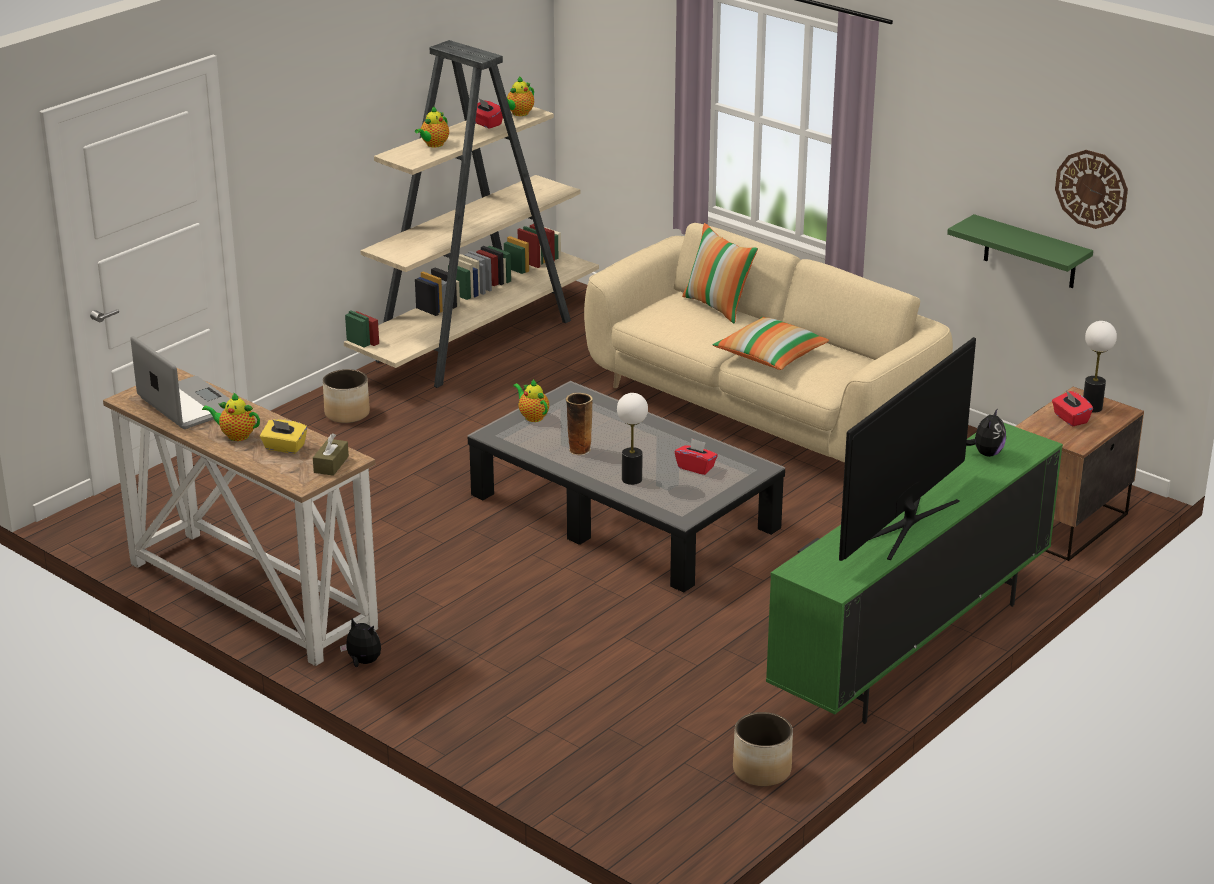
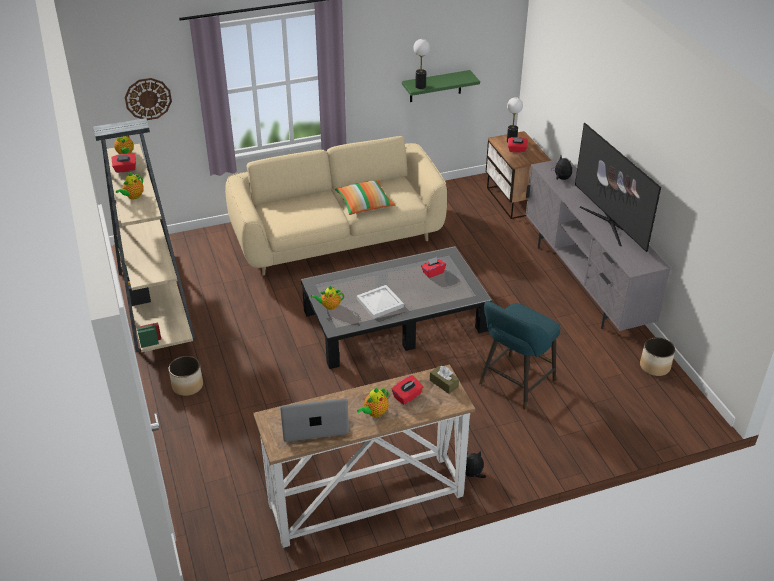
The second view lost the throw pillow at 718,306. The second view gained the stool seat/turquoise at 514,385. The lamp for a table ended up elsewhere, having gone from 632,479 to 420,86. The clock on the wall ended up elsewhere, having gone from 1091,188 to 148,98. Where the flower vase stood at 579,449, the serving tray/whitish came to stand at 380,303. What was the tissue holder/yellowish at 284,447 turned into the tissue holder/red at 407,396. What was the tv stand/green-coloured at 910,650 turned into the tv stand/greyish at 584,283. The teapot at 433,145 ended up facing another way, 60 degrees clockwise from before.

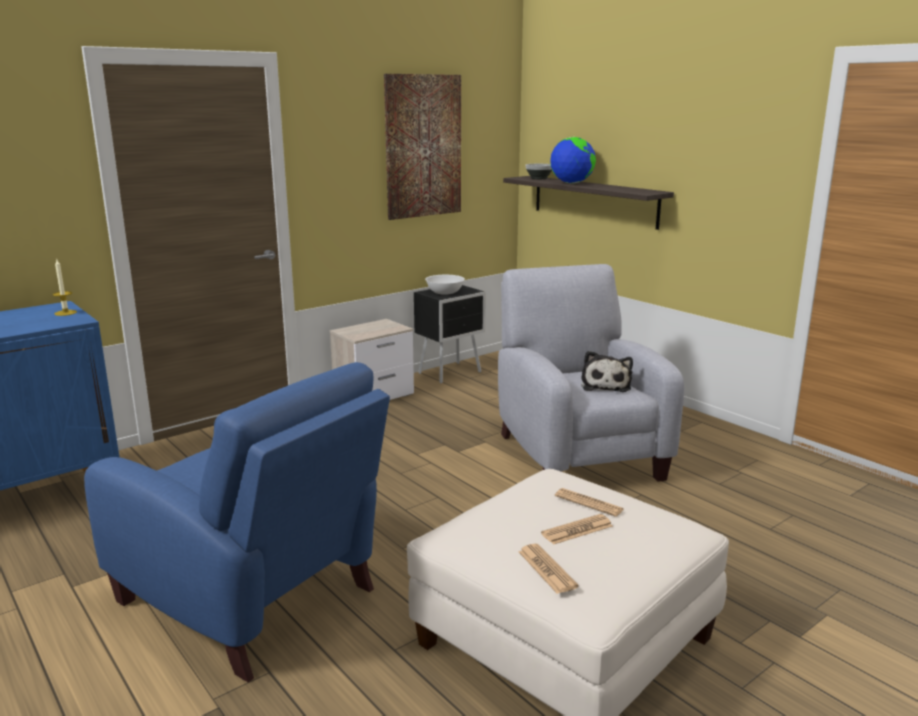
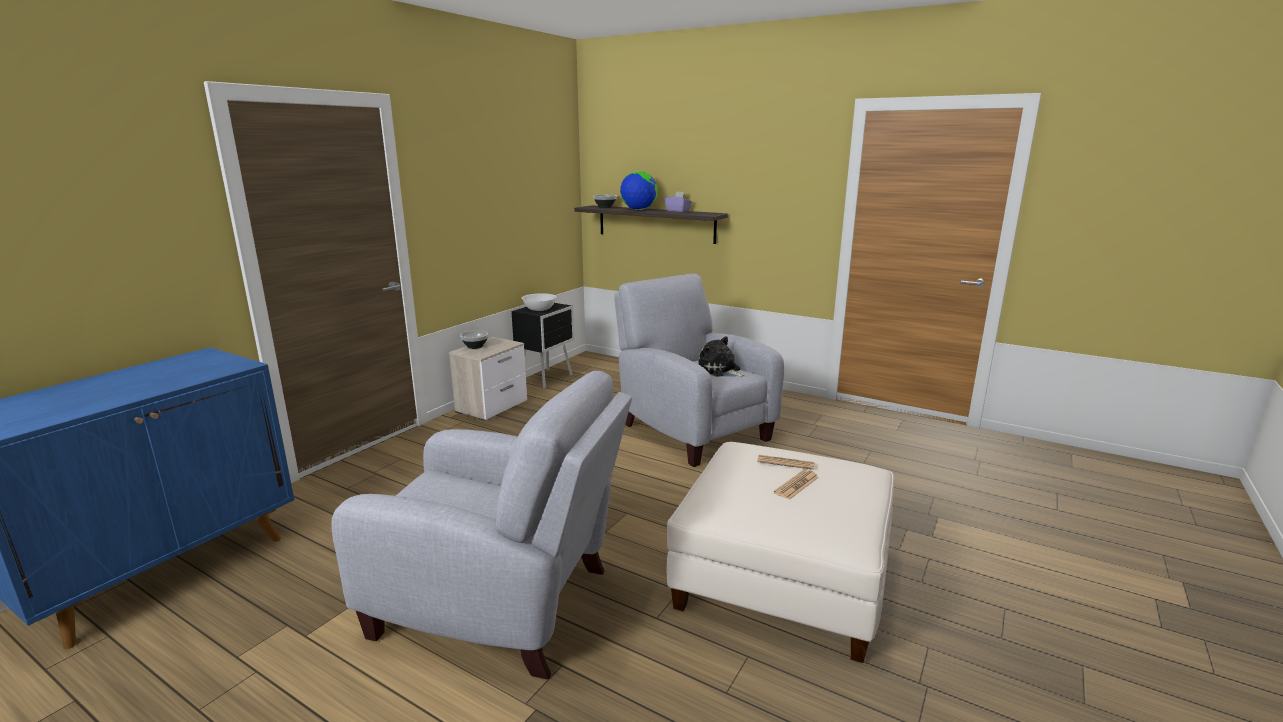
The second view lost the candle at 65,313. The second view lost the wall art at 423,146. The second view lost the printed paper at 547,569. The second view gained the deep dish at 475,346. The second view gained the tissue holder/purple-coloured at 678,211. What was the armchair/blue-coloured at 252,599 turned into the armchair/greyish at 501,604. The soft toy at 605,385 ended up facing another way, 150 degrees clockwise from before.

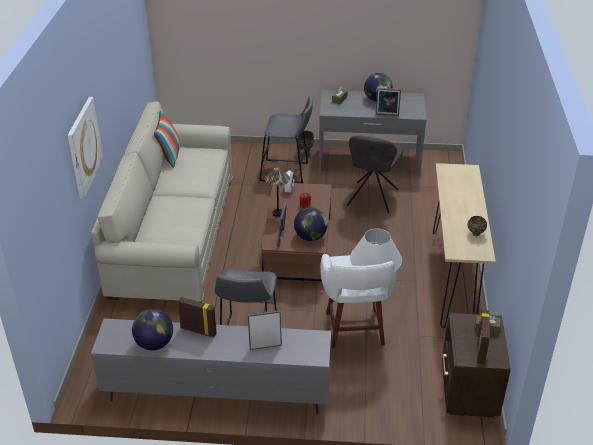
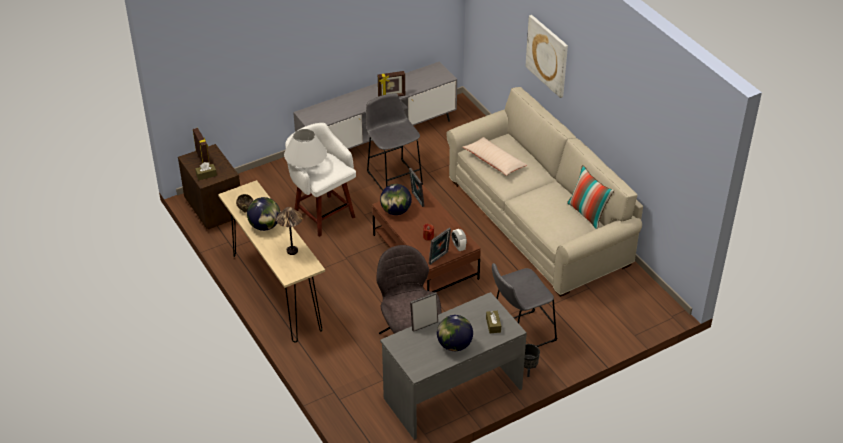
The second view gained the throw pillow/beige-coloured at 494,161. The desk globe ended up elsewhere, having gone from 154,343 to 265,226. The standing frame ended up elsewhere, having gone from 265,345 to 439,258. The lamp for a table ended up elsewhere, having gone from 277,213 to 292,251.

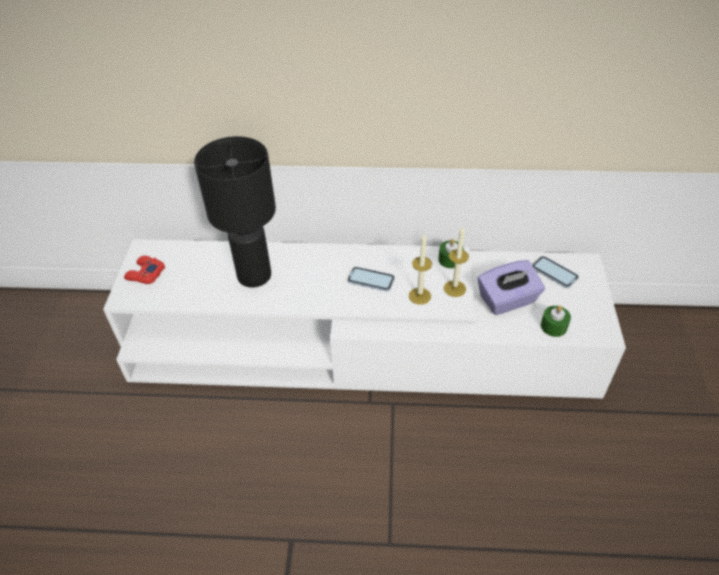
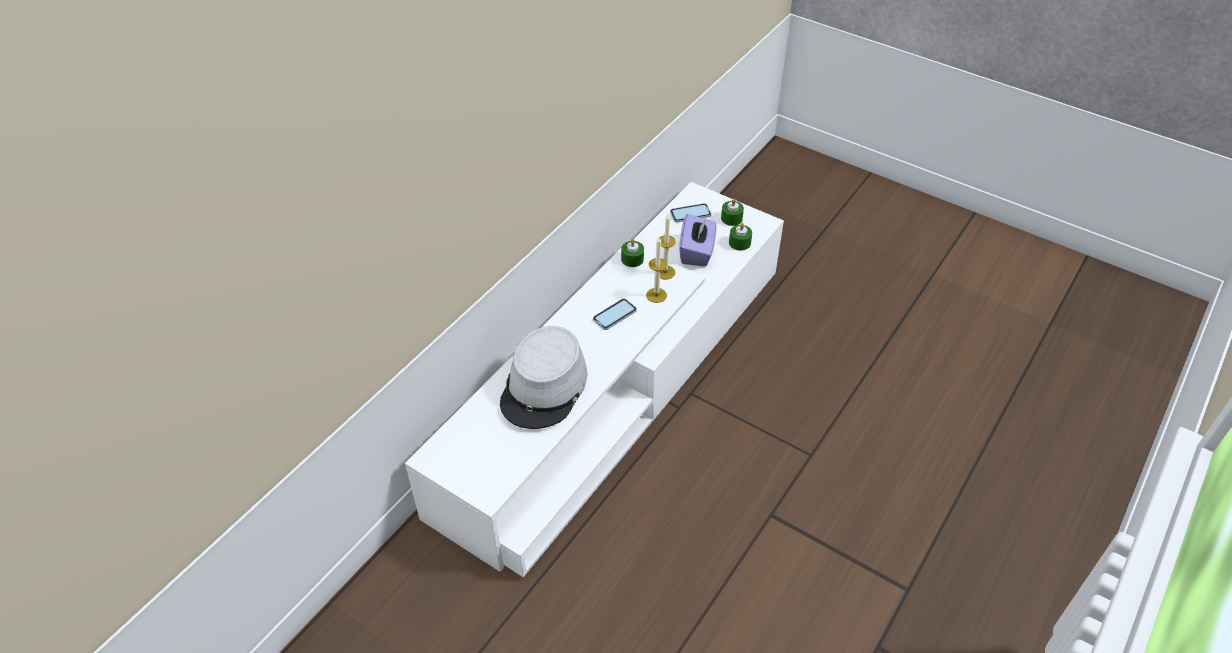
The second view lost the game controller/red at 145,274. The second view gained the candle/green-coloured at 731,218. Where the lamp for a table/blackish stood at 255,276, the hat/greyish came to stand at 544,387.

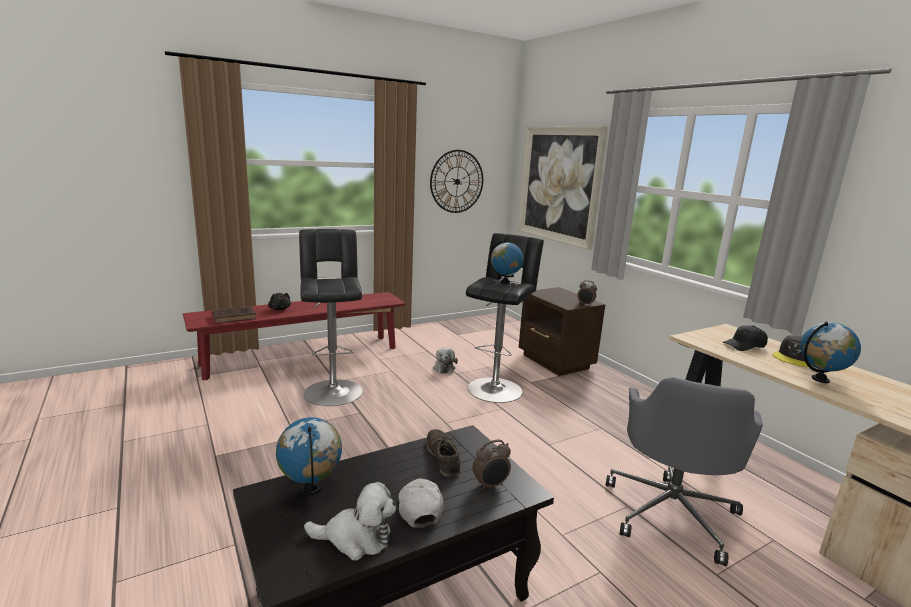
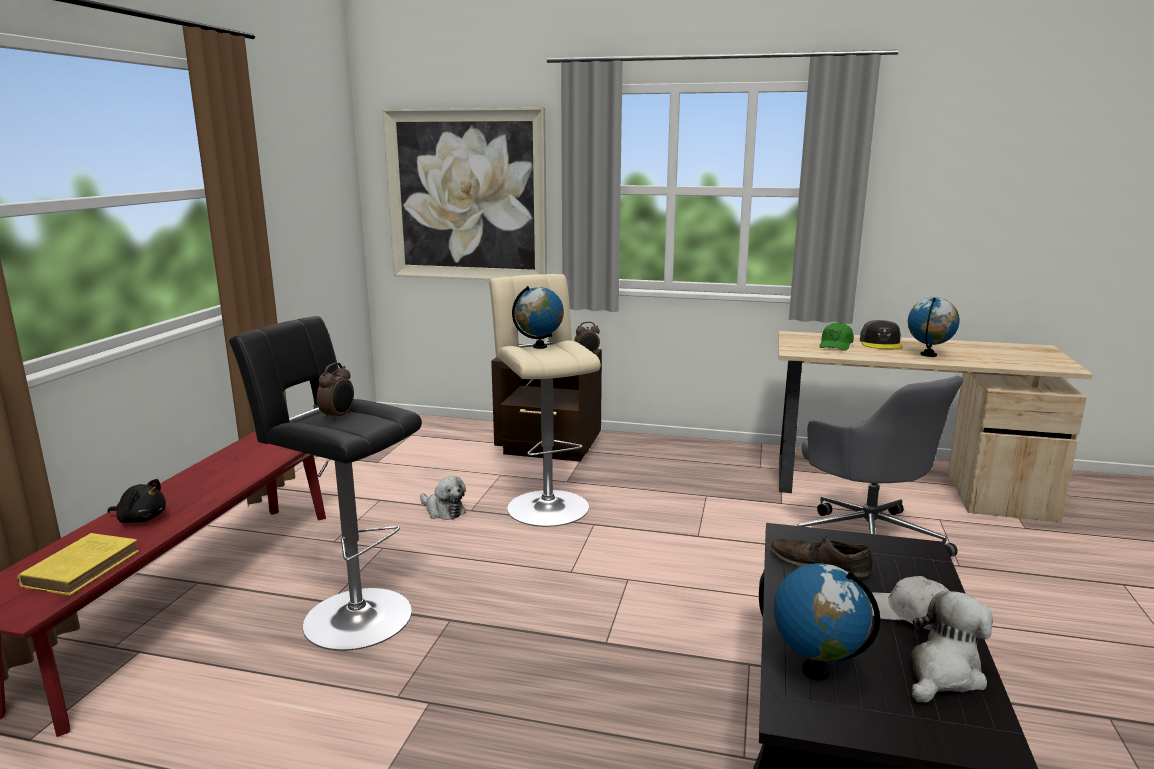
The second view lost the clock on the wall at 457,181. The bedside clock ended up elsewhere, having gone from 490,485 to 338,417. What was the volume/brown-coloured at 235,317 turned into the volume/yellowish at 84,567. What was the stool seat/blackish at 496,388 turned into the stool seat/beige-coloured at 545,505. What was the baseball cap/blackish at 744,345 turned into the baseball cap/green-coloured at 836,345.

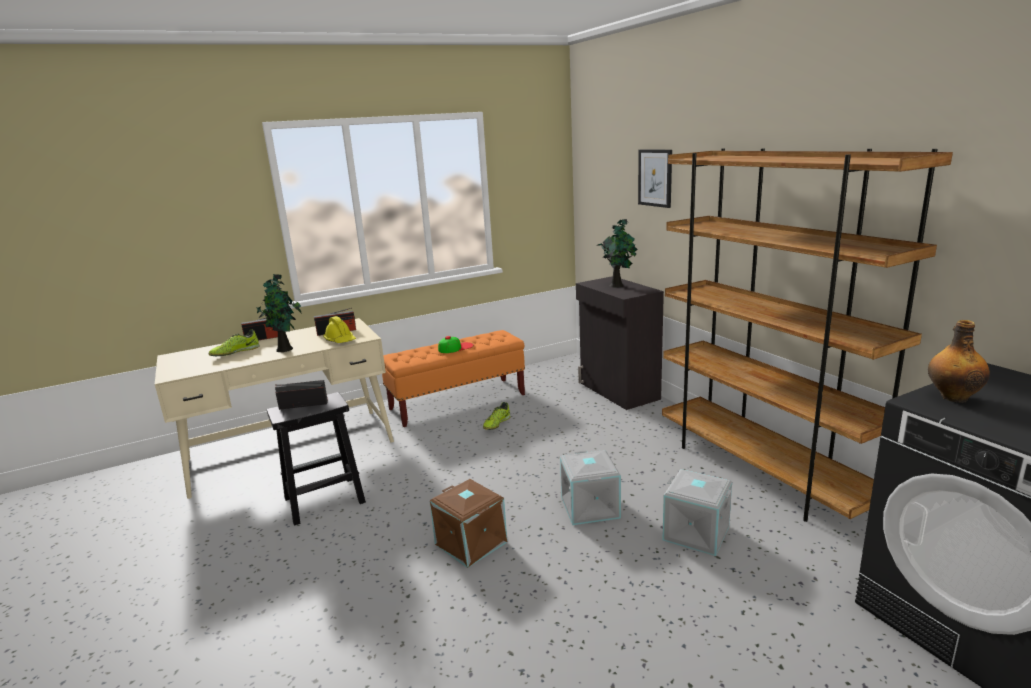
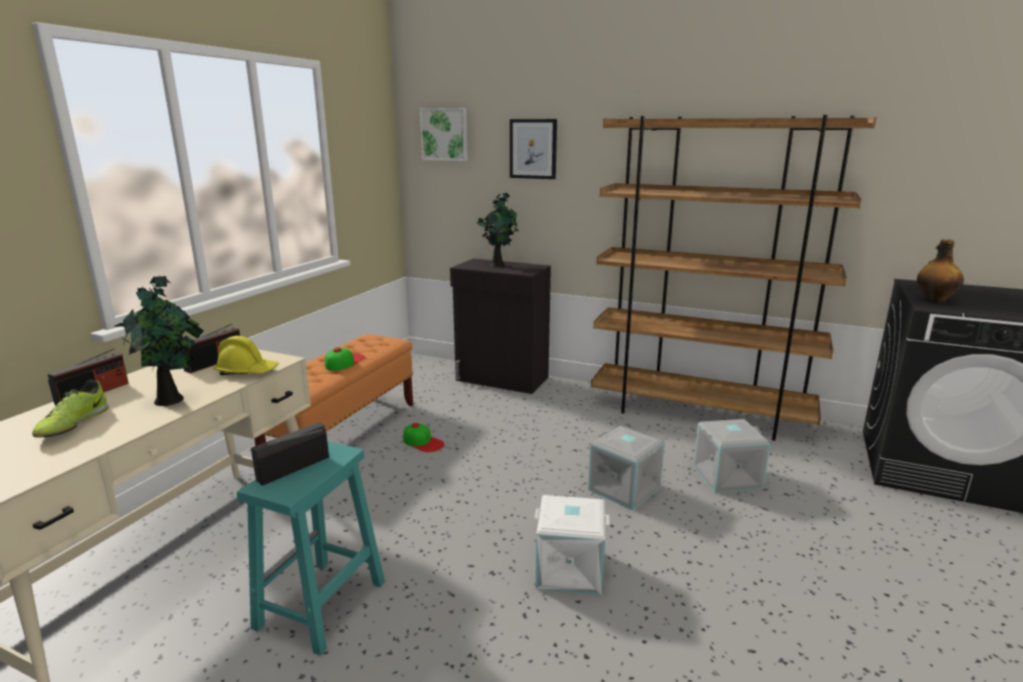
The second view gained the wall art at 445,134. Where the item of footwear stood at 496,424, the baseball cap came to stand at 423,442. What was the stool seat/blackish at 323,501 turned into the stool seat/turquoise at 320,606. What was the storage bin/brown-coloured at 472,543 turned into the storage bin/whitish at 570,568.

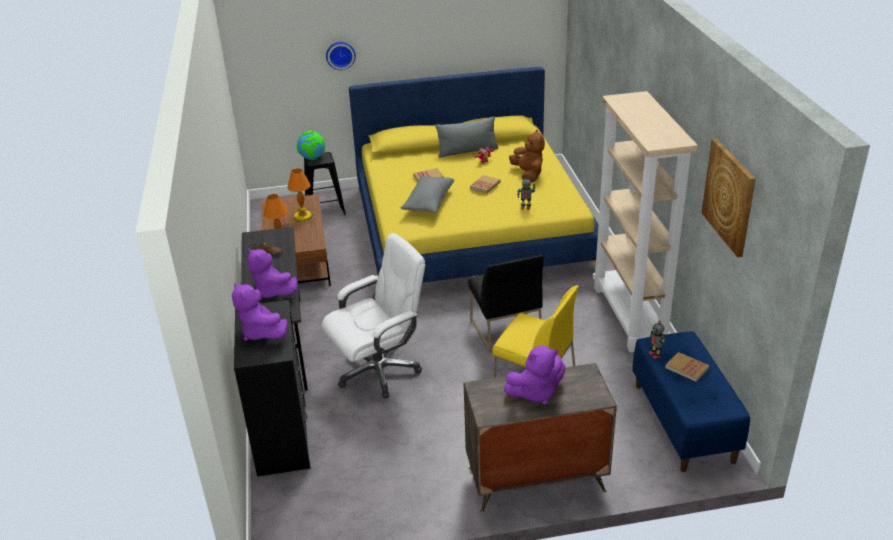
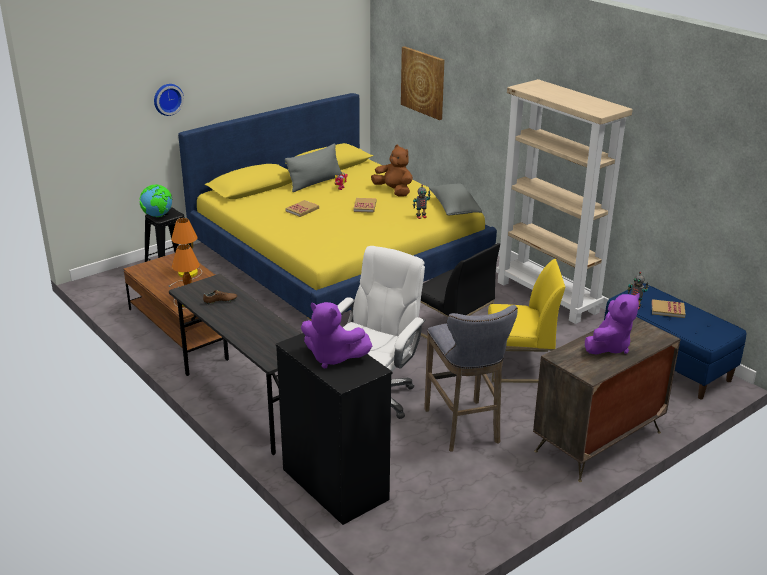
The second view lost the soft toy/purple-coloured at 272,292. The second view gained the stool seat/greyish at 464,428. The throw pillow/greyish ended up elsewhere, having gone from 428,202 to 454,208. The wall art ended up elsewhere, having gone from 729,196 to 423,82.

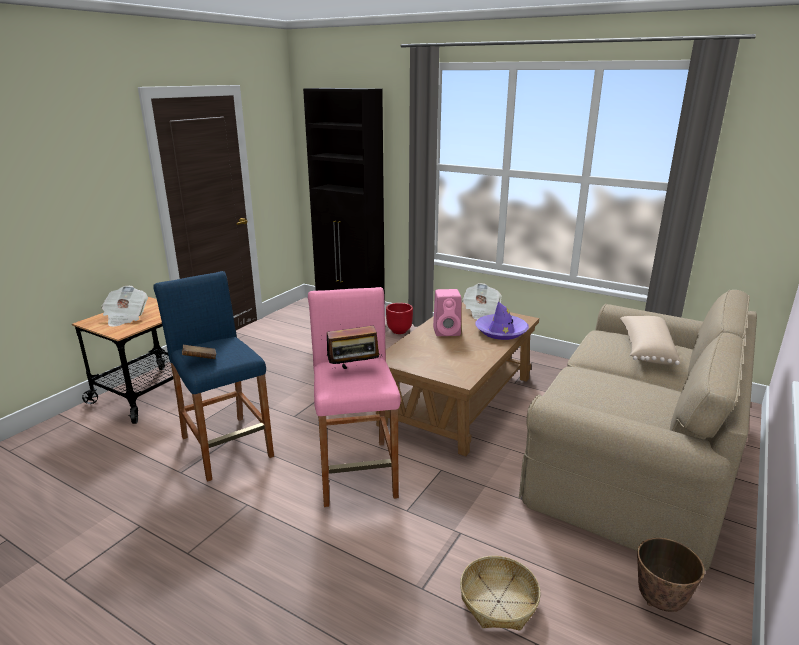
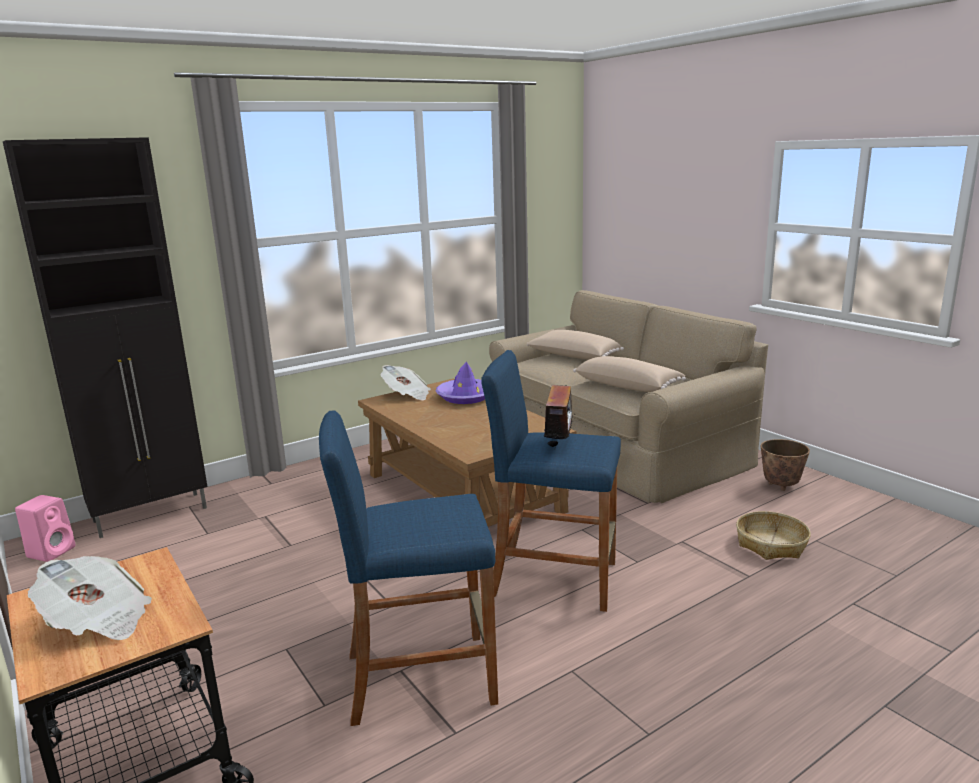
The second view lost the volume/brown-coloured at 200,360. The second view lost the plant pot/red at 399,331. The second view gained the throw pillow/beige-coloured at 628,386. The audio speaker/pinkish ended up elsewhere, having gone from 447,331 to 52,551. What was the stool seat/pinkish at 357,472 turned into the stool seat/blue-coloured at 554,579.

